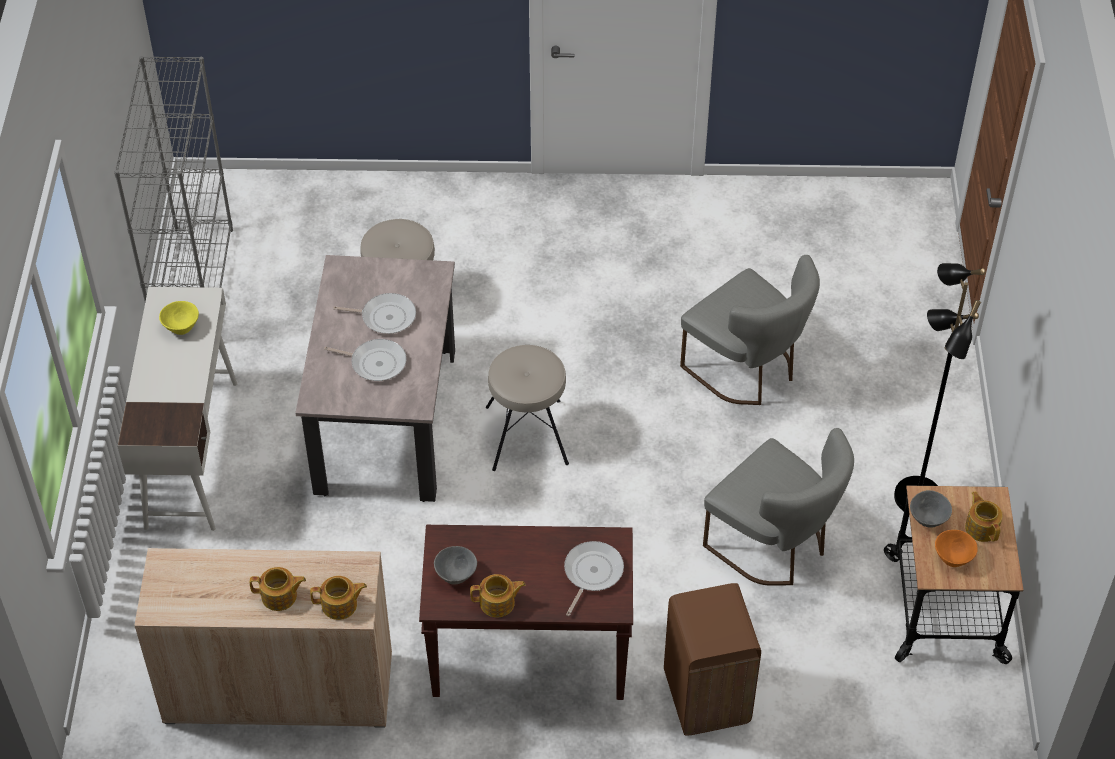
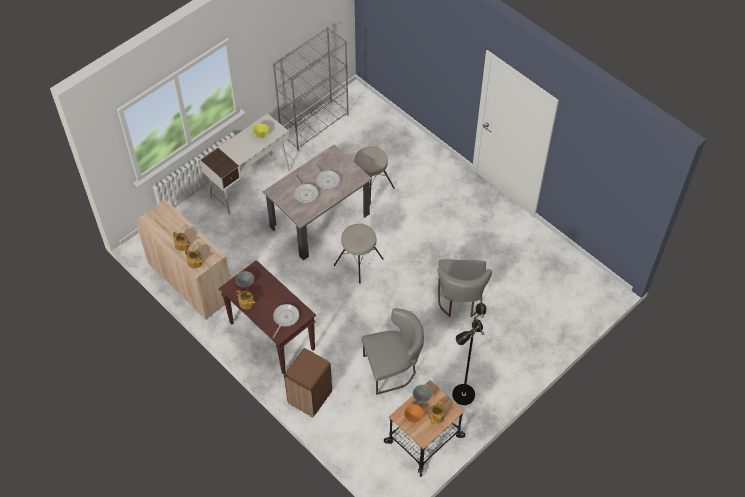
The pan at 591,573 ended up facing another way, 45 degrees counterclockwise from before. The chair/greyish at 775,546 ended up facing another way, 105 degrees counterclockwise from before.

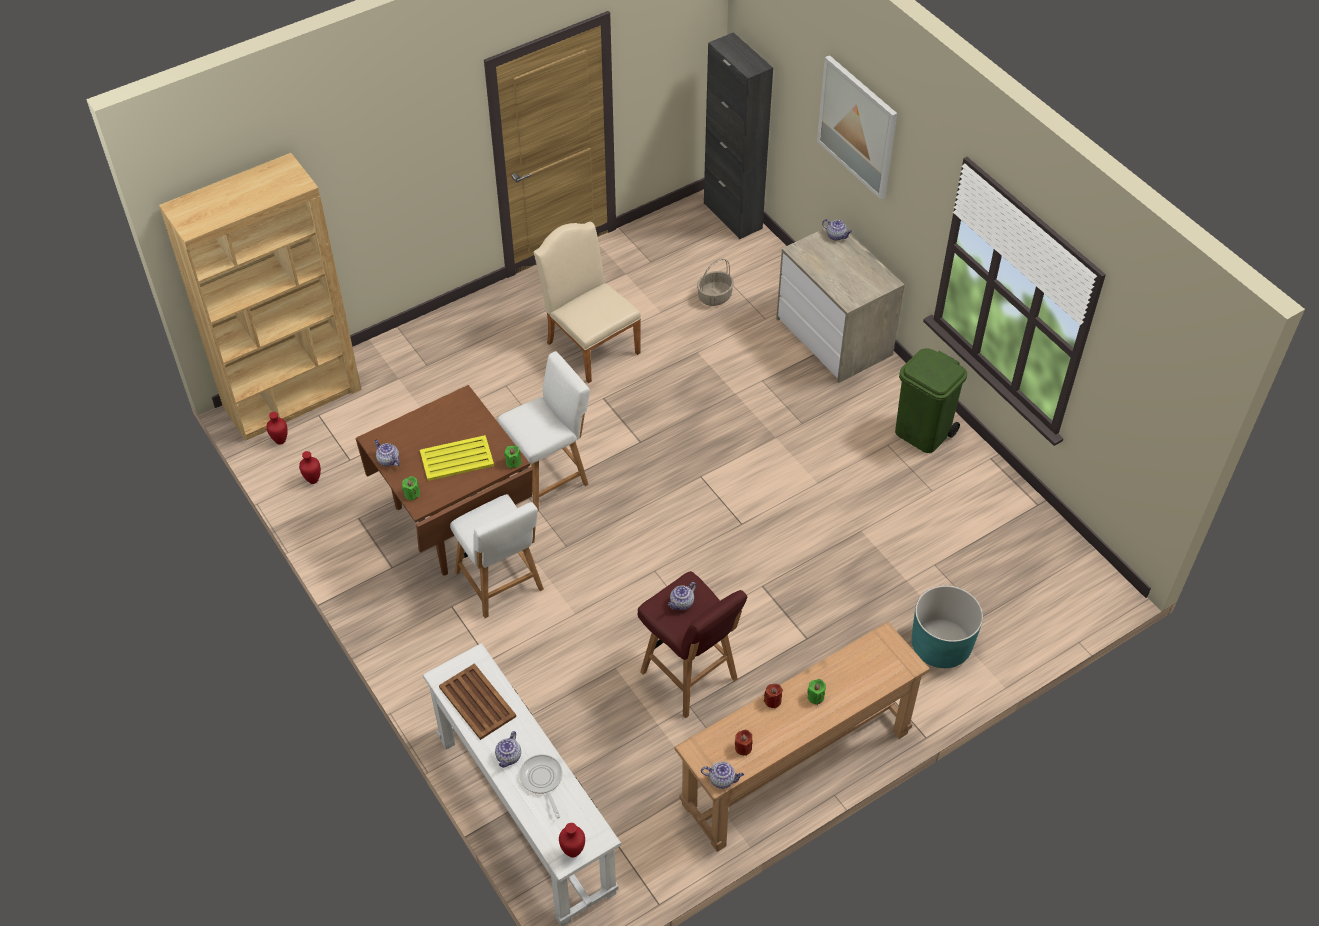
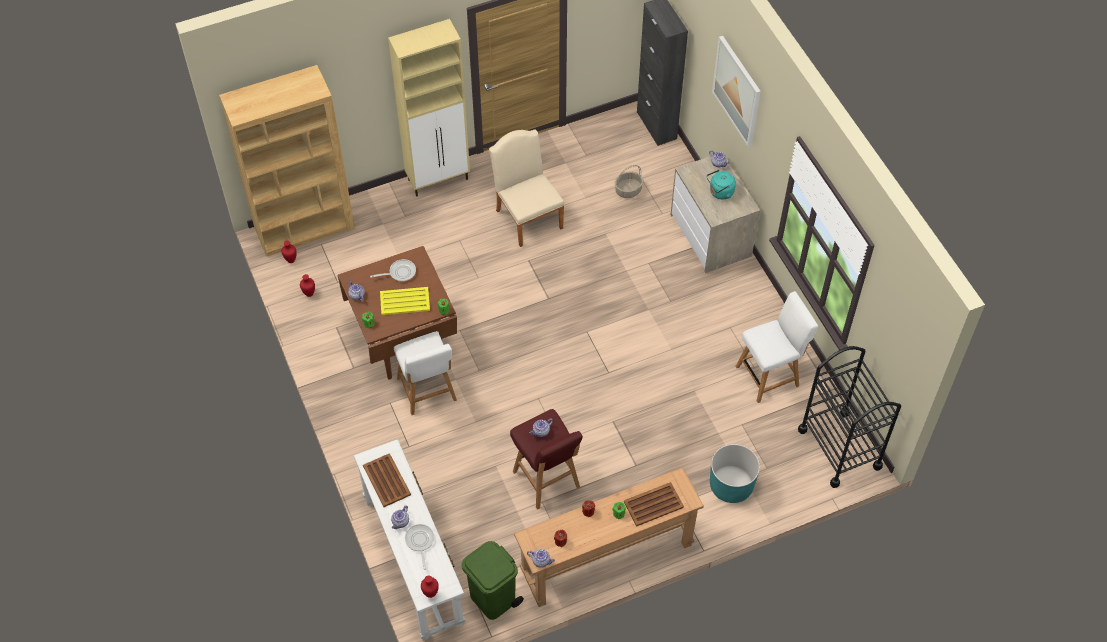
The second view gained the pan at 400,272. The second view gained the storage cabinet/beige-coloured at 439,179. The second view gained the serving tray/brown-coloured at 653,504. The second view gained the kettle/turquoise at 720,192. The second view gained the cart/blackish at 839,448. The chair/whitish ended up elsewhere, having gone from 549,476 to 770,375. The waste bin/green-coloured ended up elsewhere, having gone from 923,433 to 493,599.

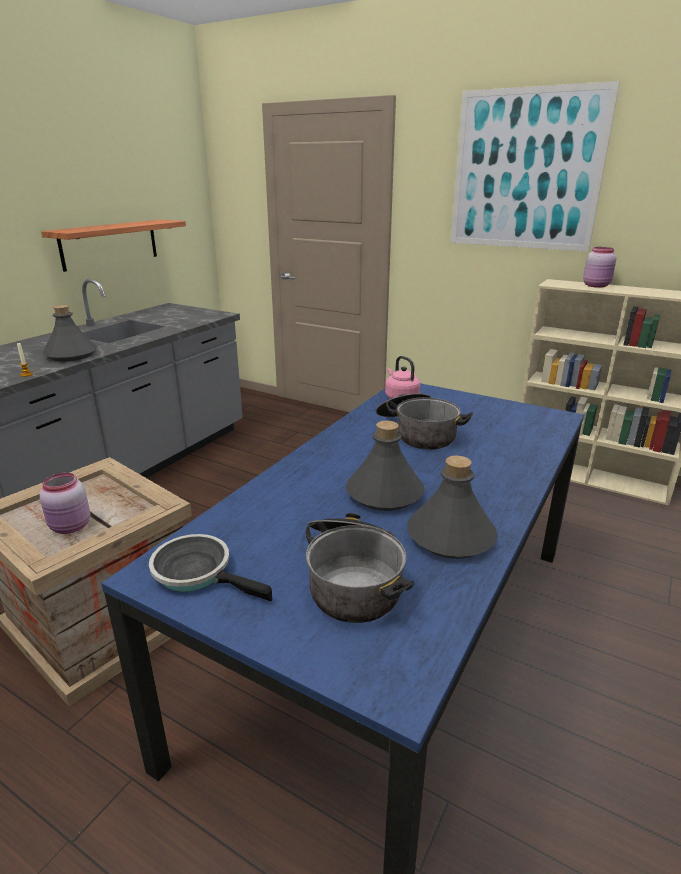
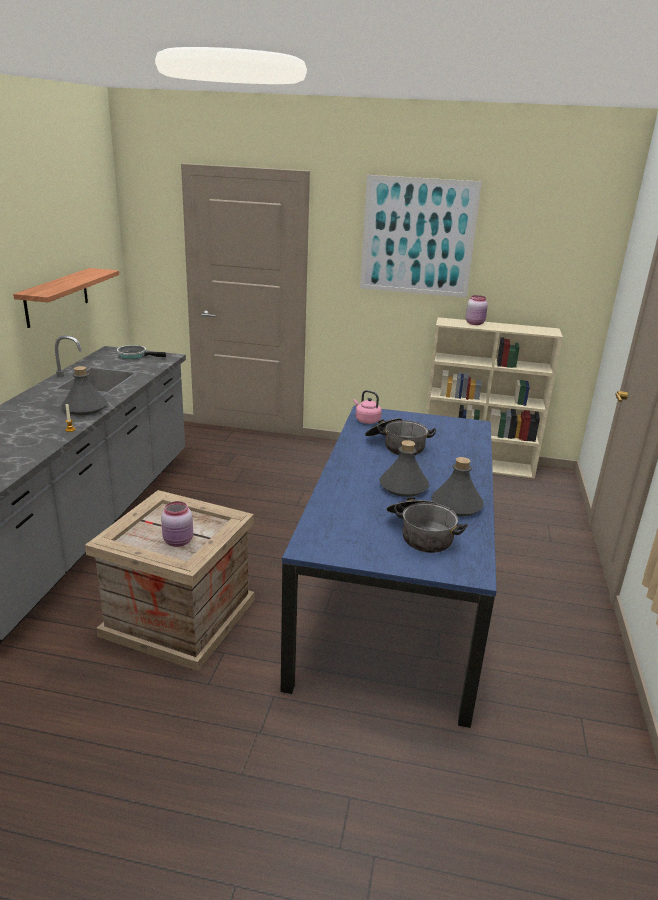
The pan ended up elsewhere, having gone from 198,573 to 135,355.

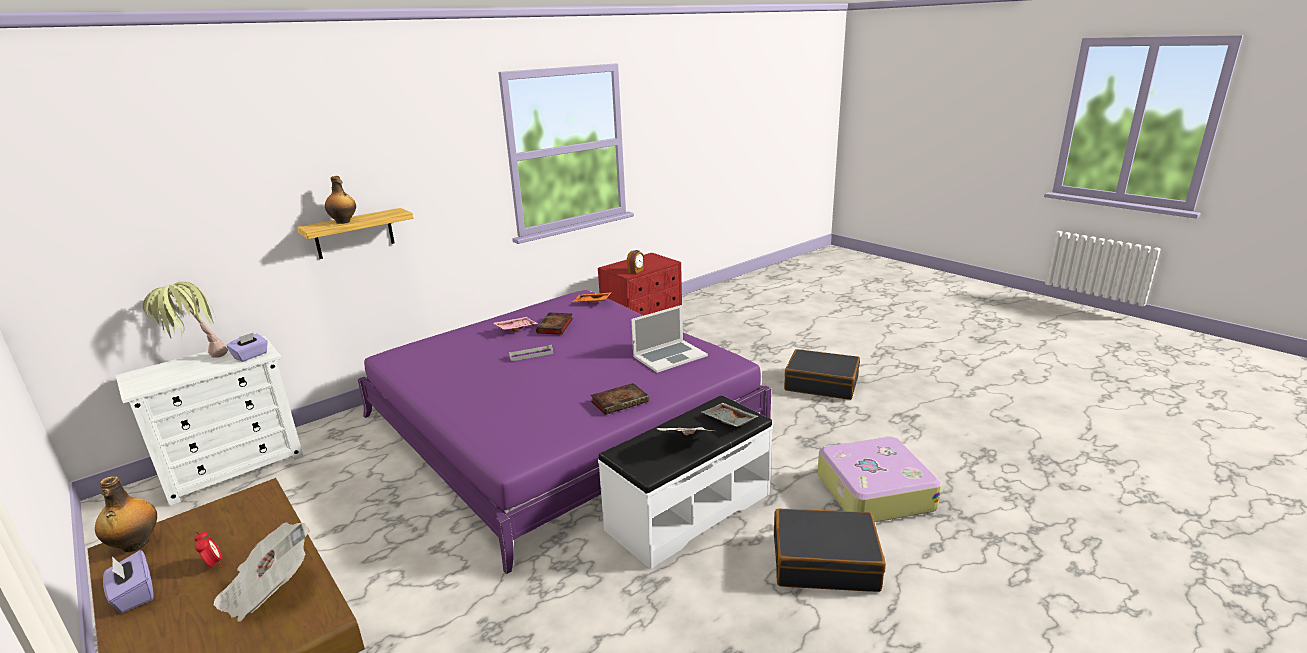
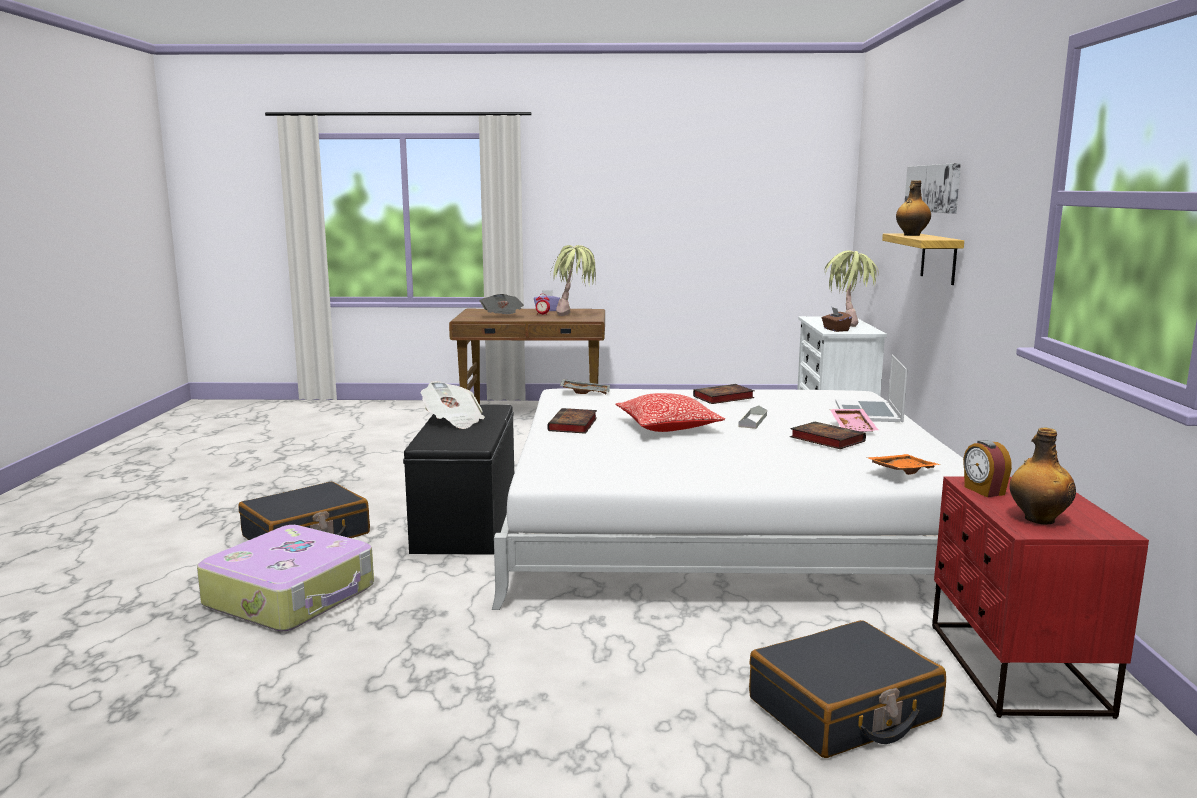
The second view gained the plant in a pot at 574,317. The second view gained the throw pillow at 668,427. The second view gained the volume at 722,398. The second view gained the wall art at 933,188. The beverage bottle ended up elsewhere, having gone from 135,545 to 1038,519. The portable computer ended up elsewhere, having gone from 669,356 to 868,412. The serving tray/greyish ended up elsewhere, having gone from 728,421 to 585,392. The travel case/blackish ended up elsewhere, having gone from 821,384 to 844,710. What was the tissue holder/purple-coloured at 251,356 turned into the tissue holder/brown-coloured at 835,330. What was the bed/purple-coloured at 560,422 turned into the bed/whitish at 724,520. What was the long seat/whitish at 688,511 turned into the long seat/blackish at 468,519.

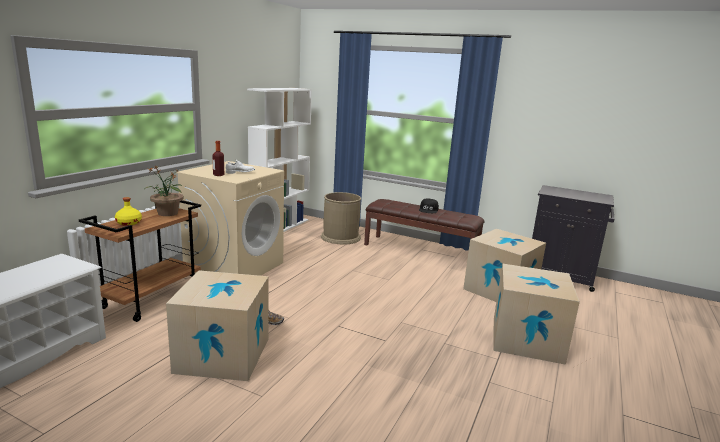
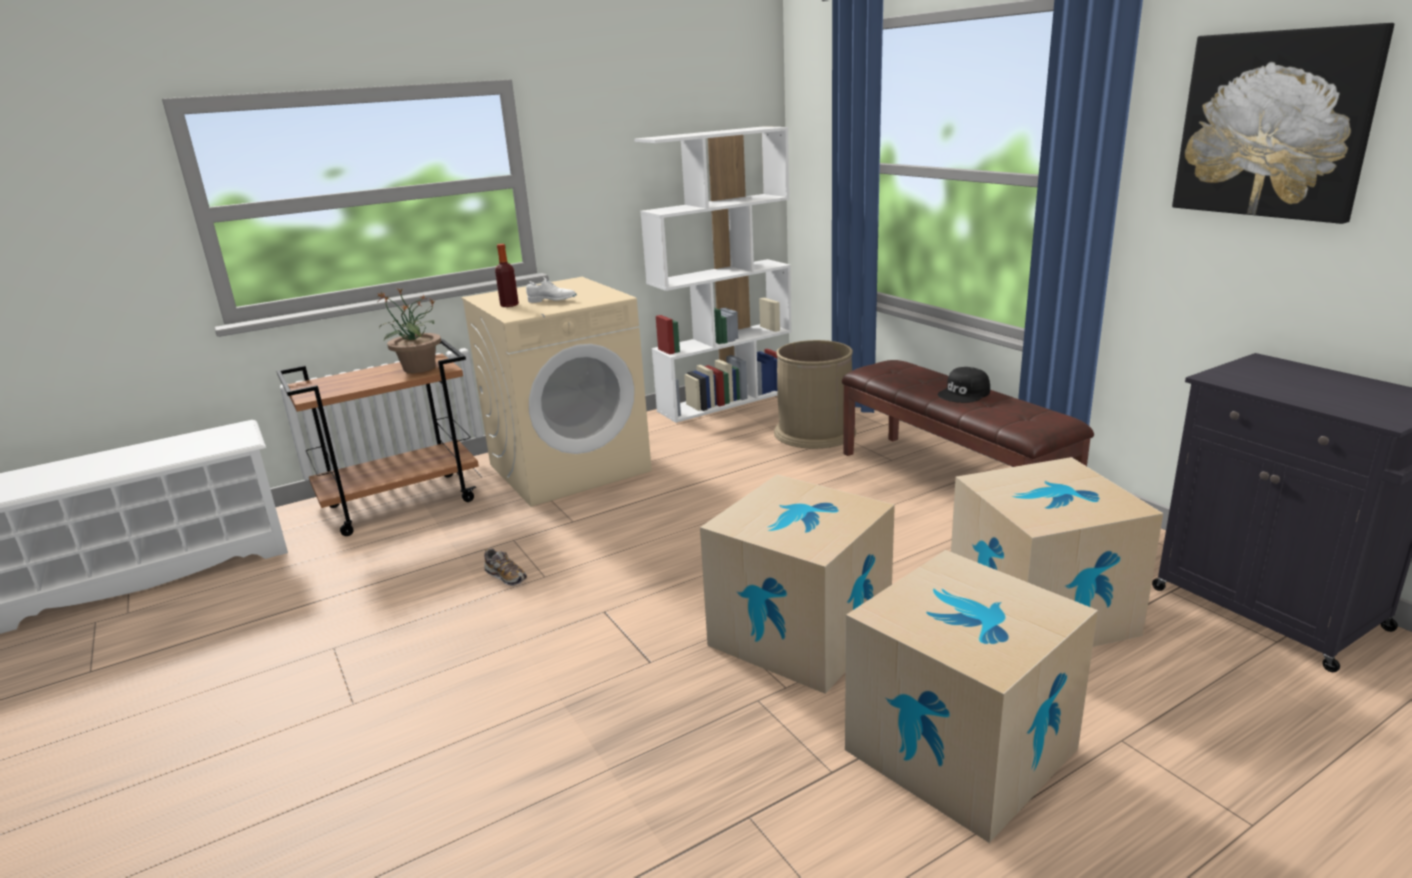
The second view lost the beverage bottle/yellowish at 129,223. The second view gained the wall art at 1274,125. The cardboard box ended up elsewhere, having gone from 223,355 to 800,633.

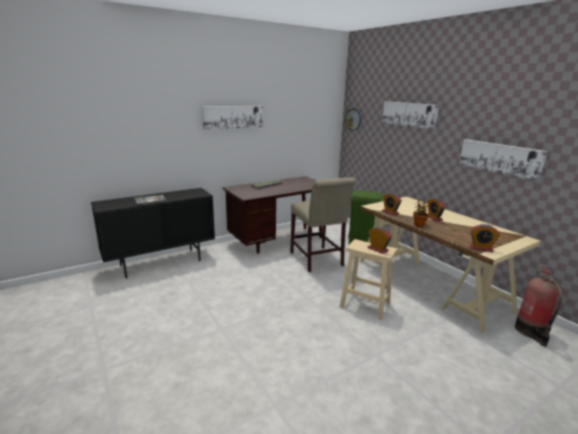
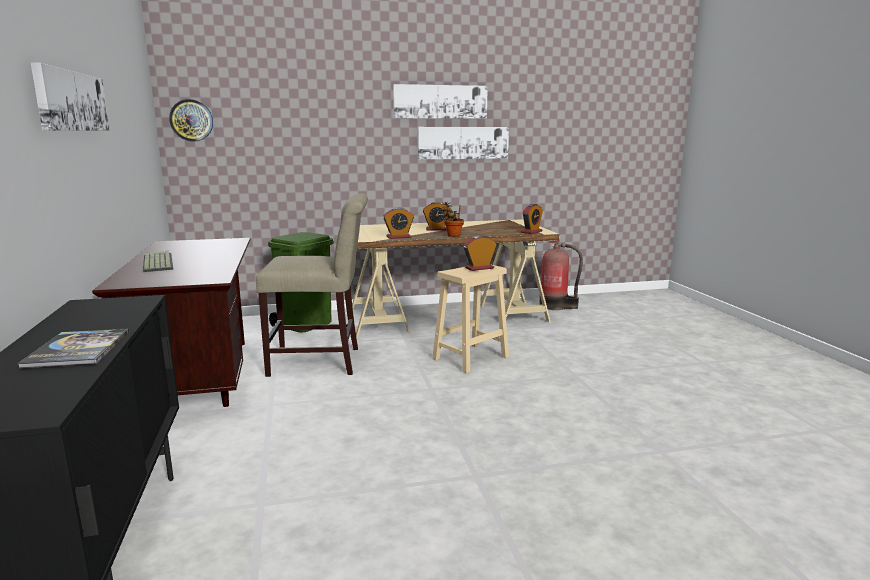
The wall art ended up elsewhere, having gone from 409,114 to 440,102.

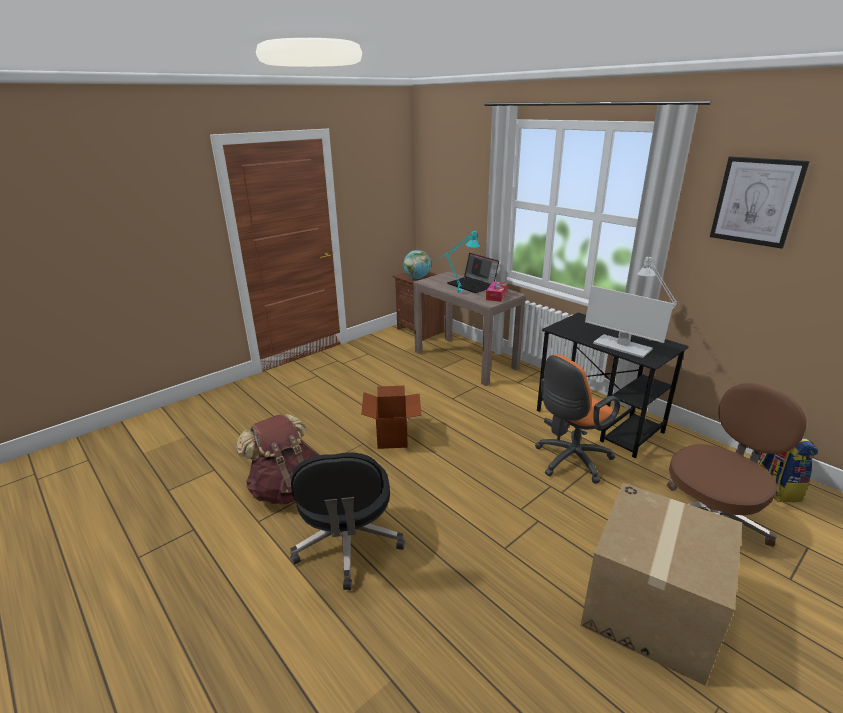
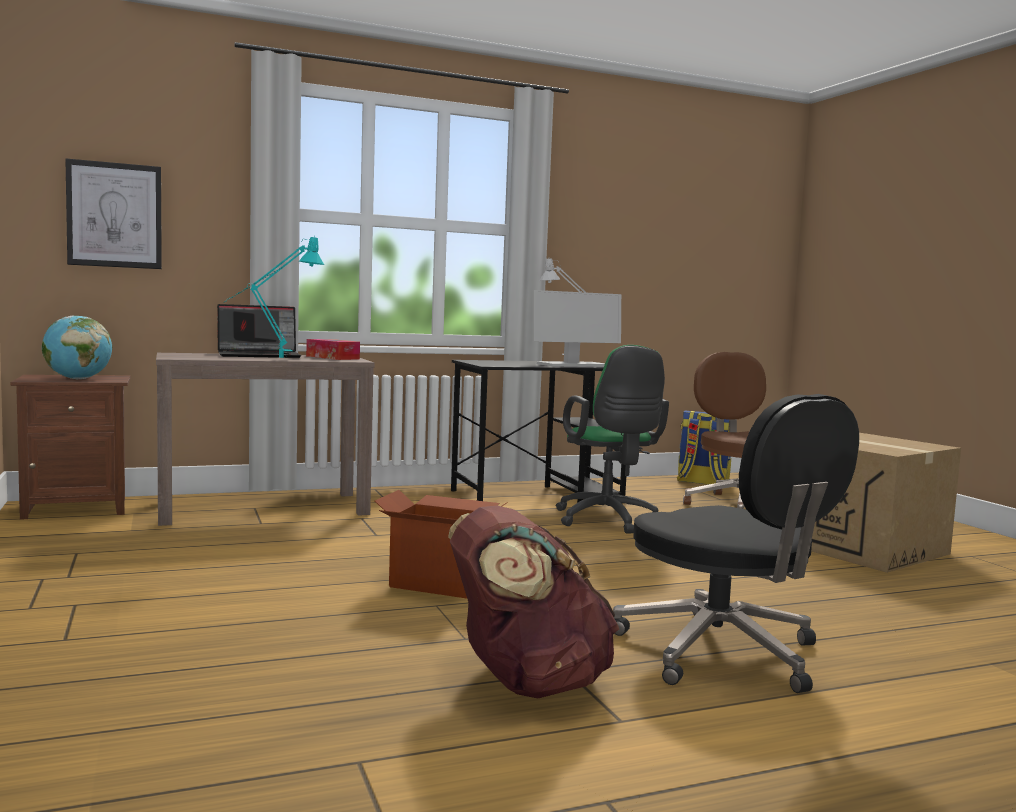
The wall art ended up elsewhere, having gone from 756,201 to 114,215. What was the office chair/orangey at 569,461 turned into the office chair/green-coloured at 608,521. The office chair/blackish at 348,544 ended up facing another way, 45 degrees clockwise from before.

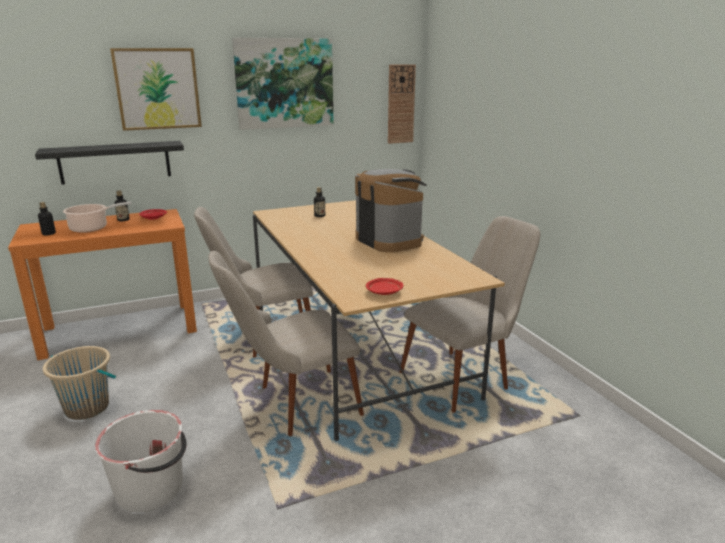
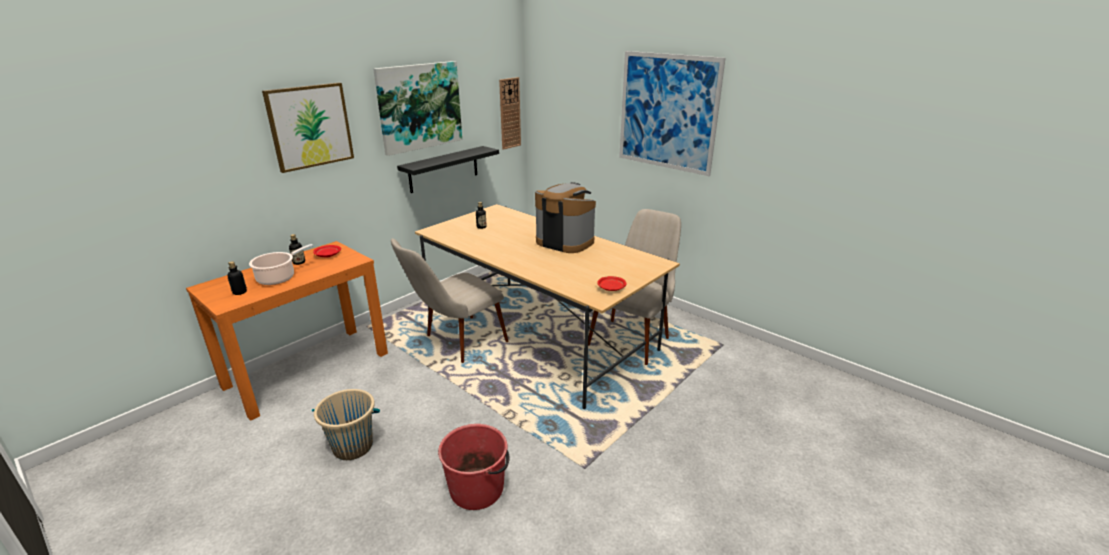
The second view lost the chair/beige-coloured at 292,406. The second view gained the wall art at 667,112. The wall shelf/blackish ended up elsewhere, having gone from 115,162 to 444,169. What was the water bucket/whitish at 151,488 turned into the water bucket/red at 477,488.

